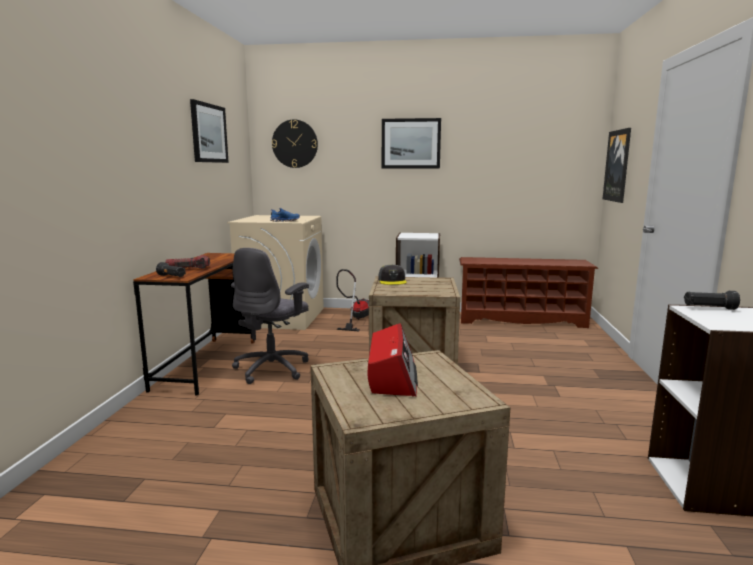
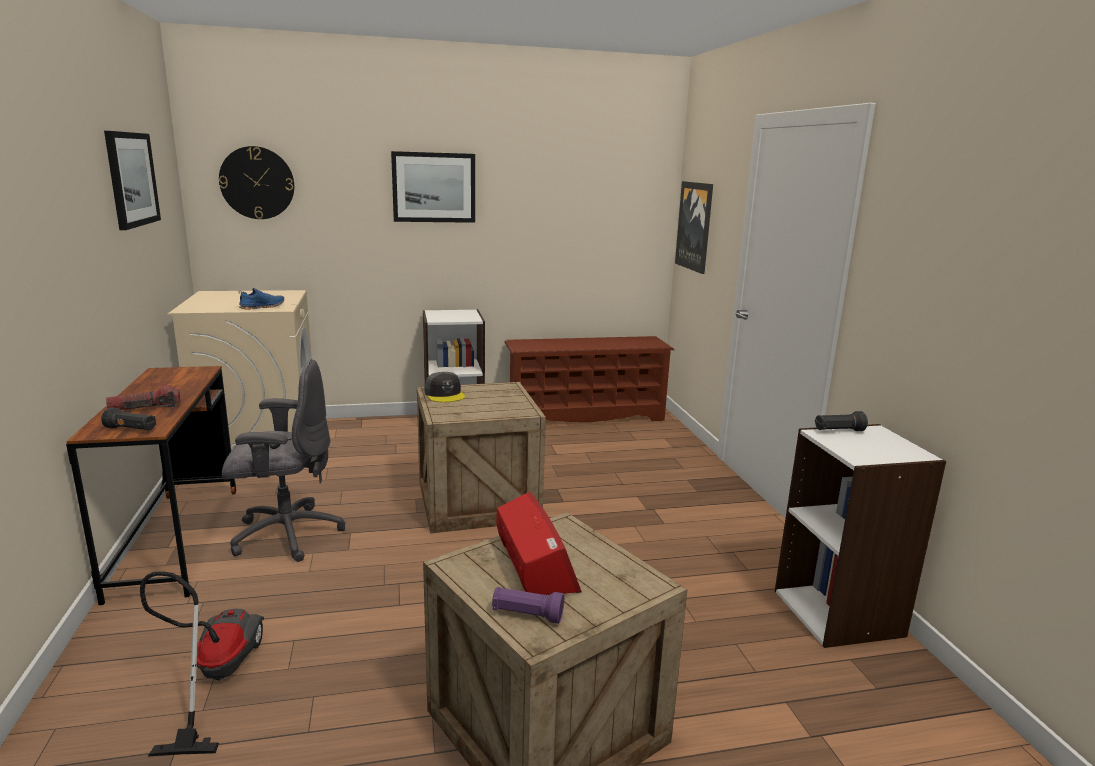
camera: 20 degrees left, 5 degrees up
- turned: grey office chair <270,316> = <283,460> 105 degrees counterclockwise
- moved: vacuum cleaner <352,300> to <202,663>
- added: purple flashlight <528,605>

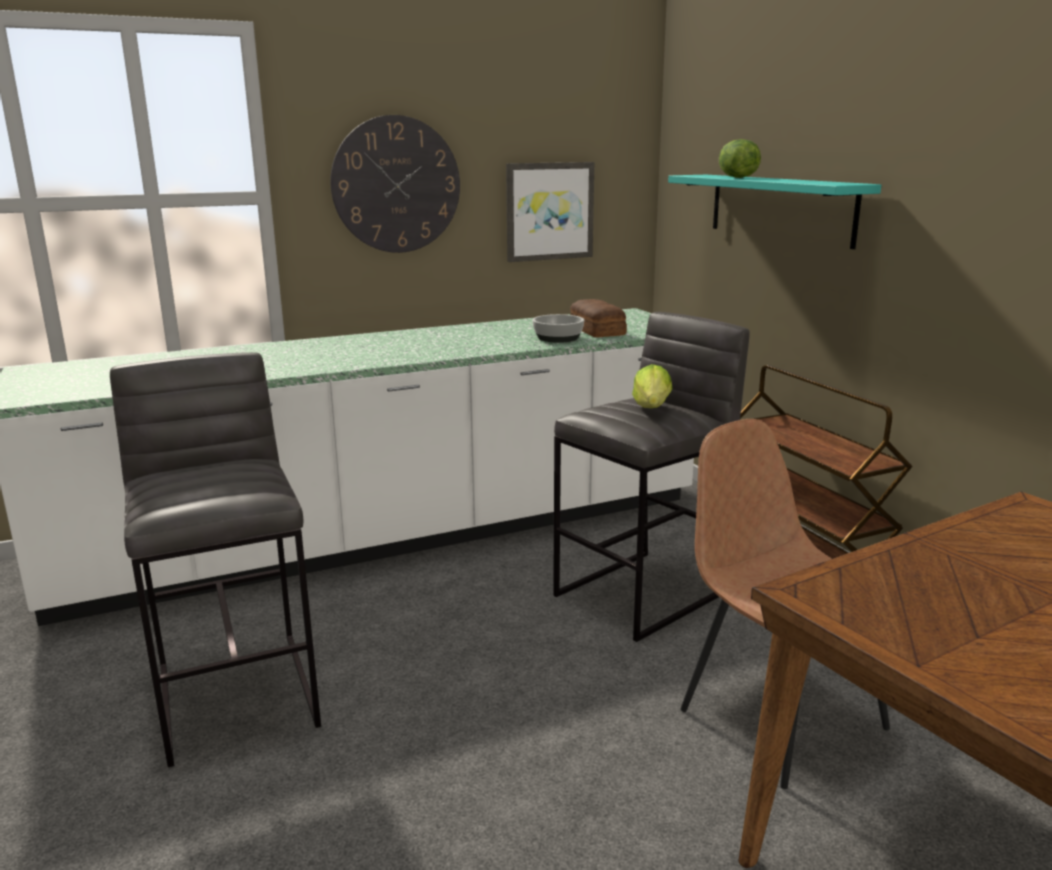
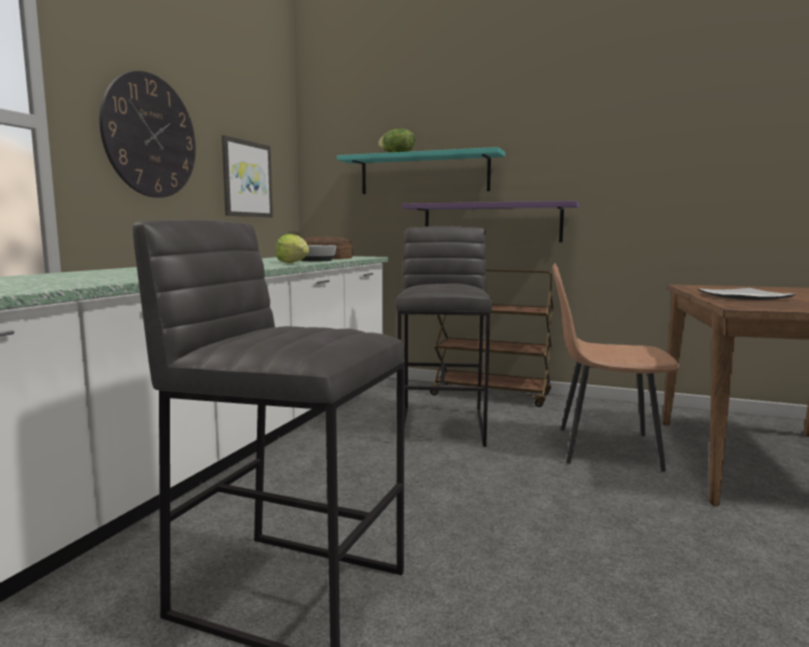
camera: 45 degrees left, 10 degrees down
- moved: lettuce <652,386> to <292,248>
- added: purple shelf <491,221>
- added: plate <747,294>

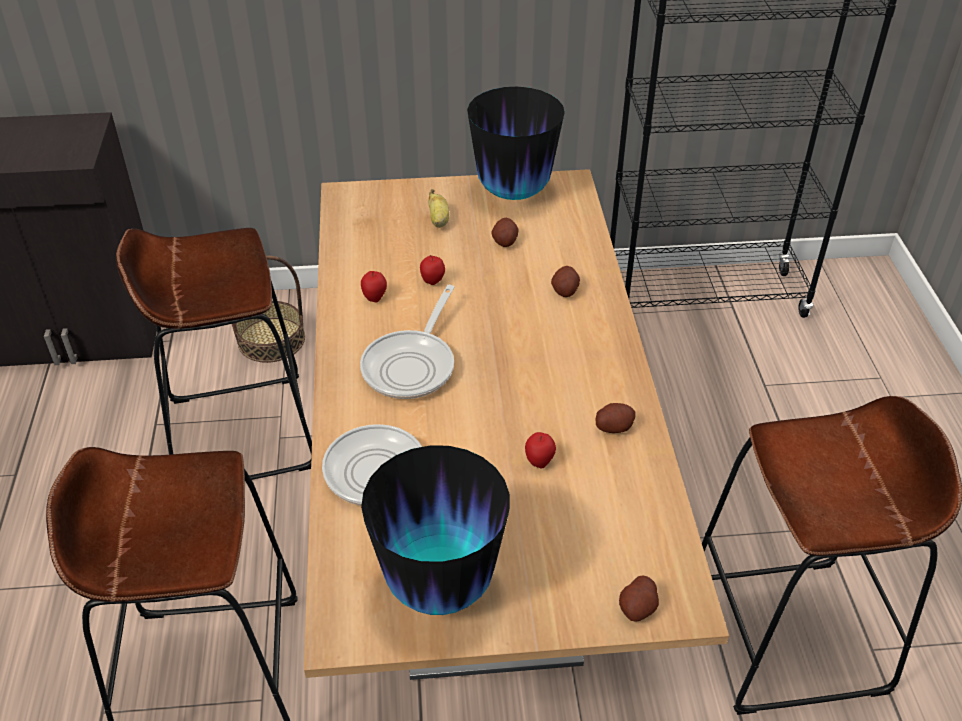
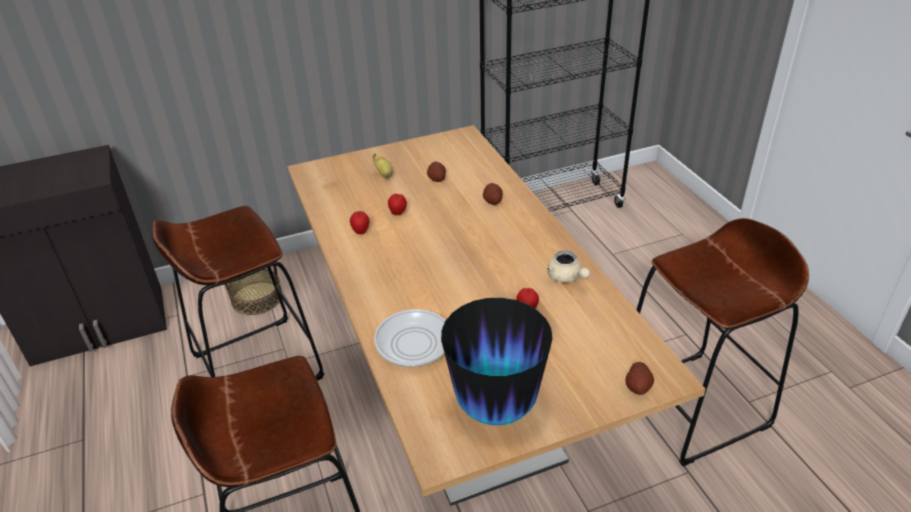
camera: 15 degrees left, 5 degrees down
- removed: vase <516,143>
- removed: frying pan <407,342>
- replaced: potato <615,418> to beige teapot <568,266>

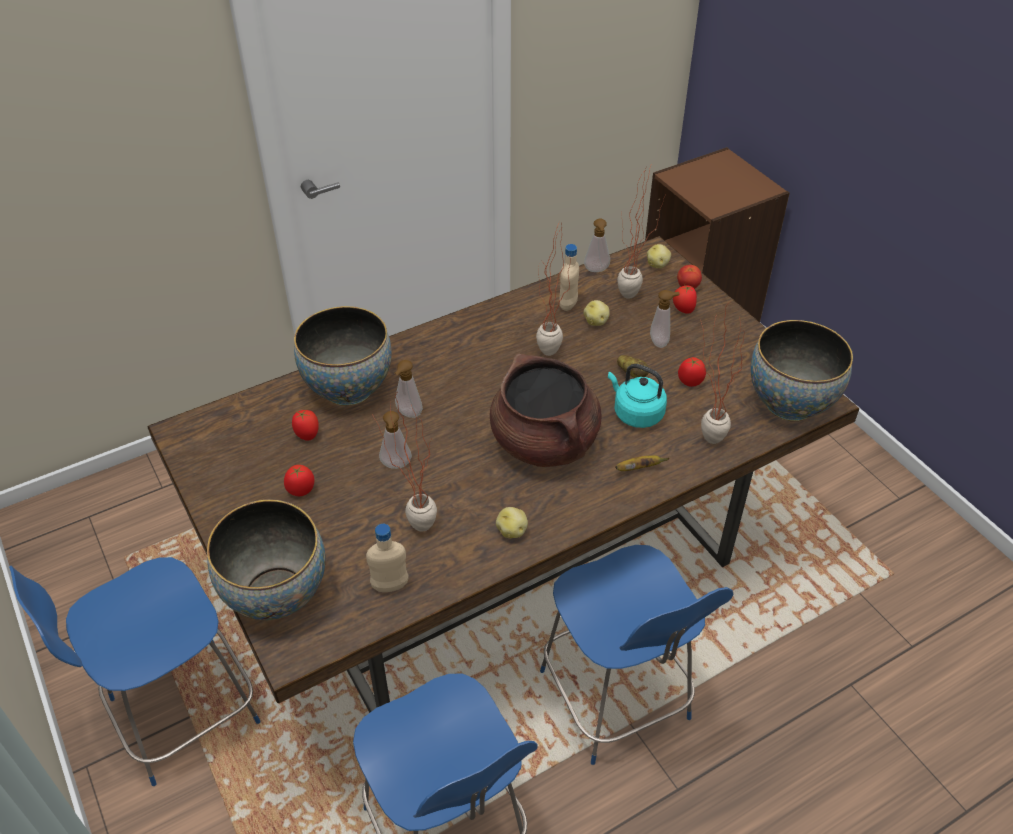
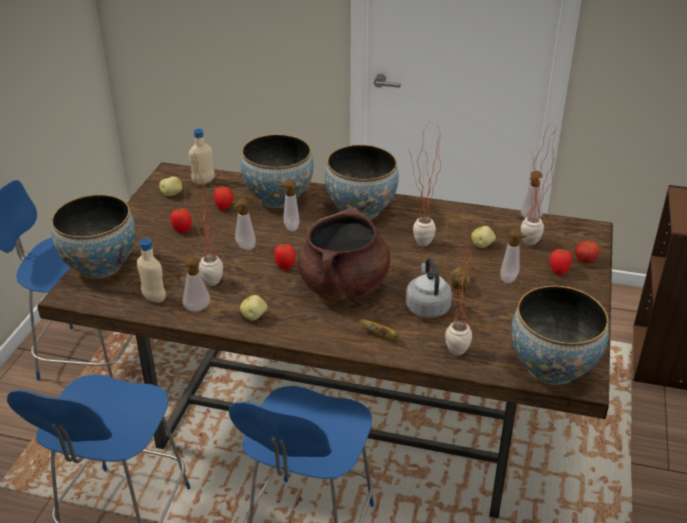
camera: 45 degrees right, 10 degrees down
- moved: beige bottle <569,277> to <202,157>
- moved: potato <659,256> to <170,186>
- moved: tomato <692,372> to <285,257>
- recoloured: turquoise kettle <637,396> to grey kettle <429,288>
- added: bowl <362,182>
- added: soap dispenser <196,282>

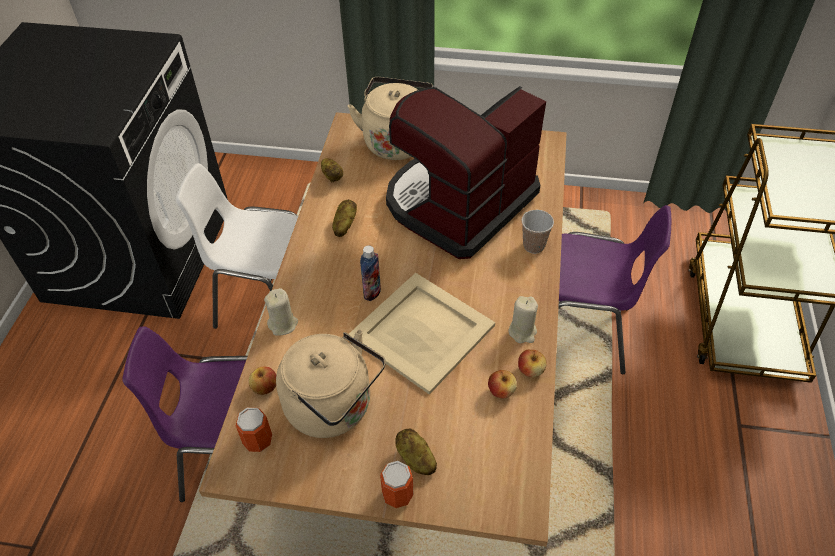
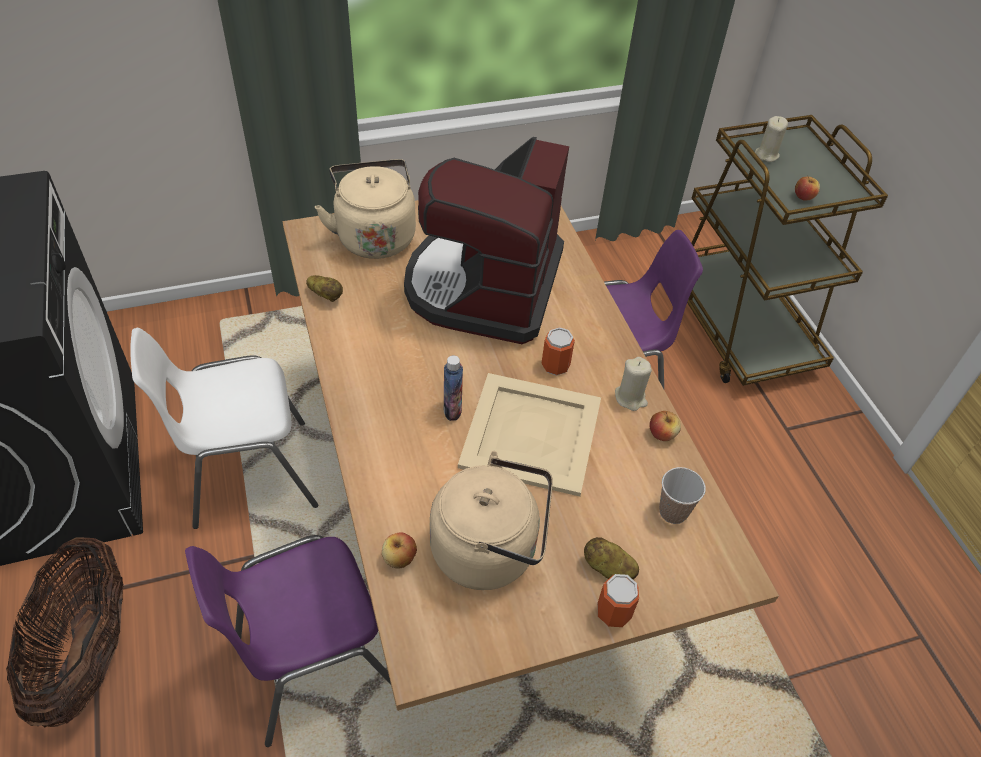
camera: 30 degrees left, 0 degrees up
- removed: potato <344,218>
- moved: cup <538,232> to <682,495>
- moved: beige candle <281,312> to <771,139>
- moved: apple <502,384> to <807,188>
- moved: can <254,429> to <558,351>
- added: basket <65,632>

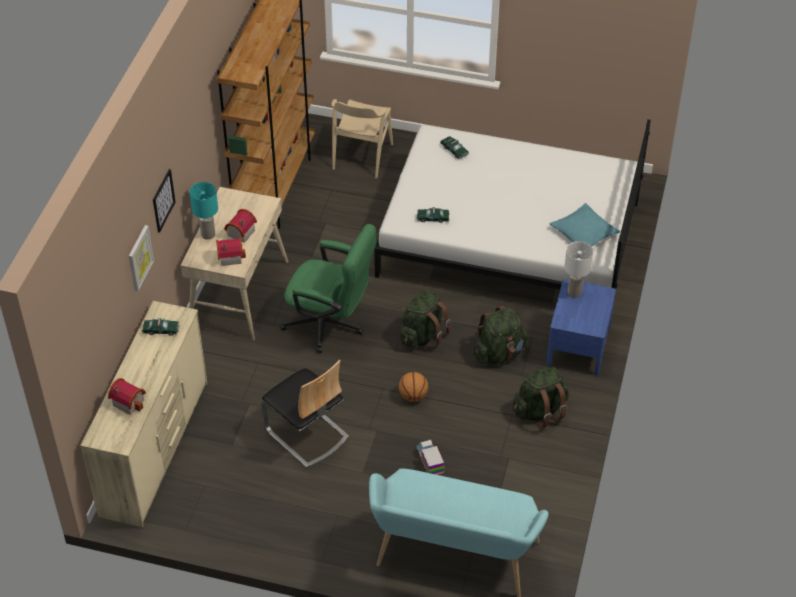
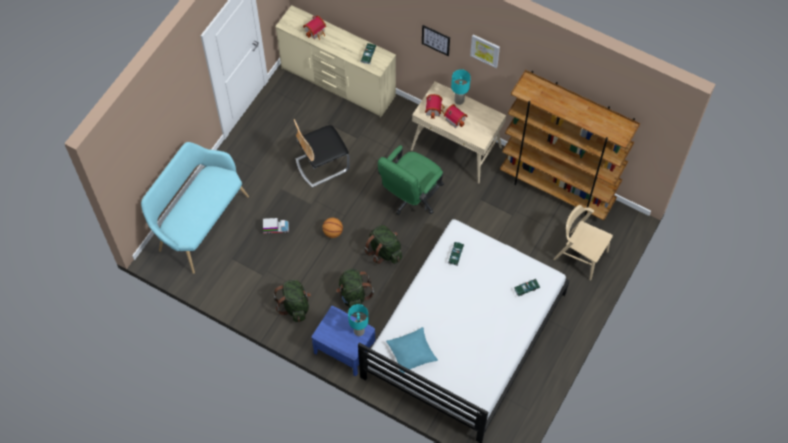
camera: 105 degrees right, 15 degrees up
- moved: picture <141,258> to <485,51>
- recoloured: white table lamp <578,269> to turquoise table lamp <358,320>

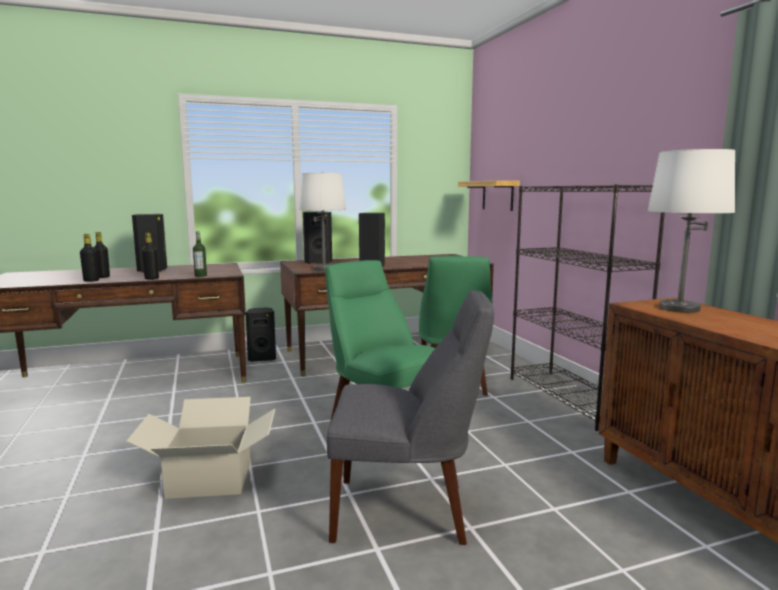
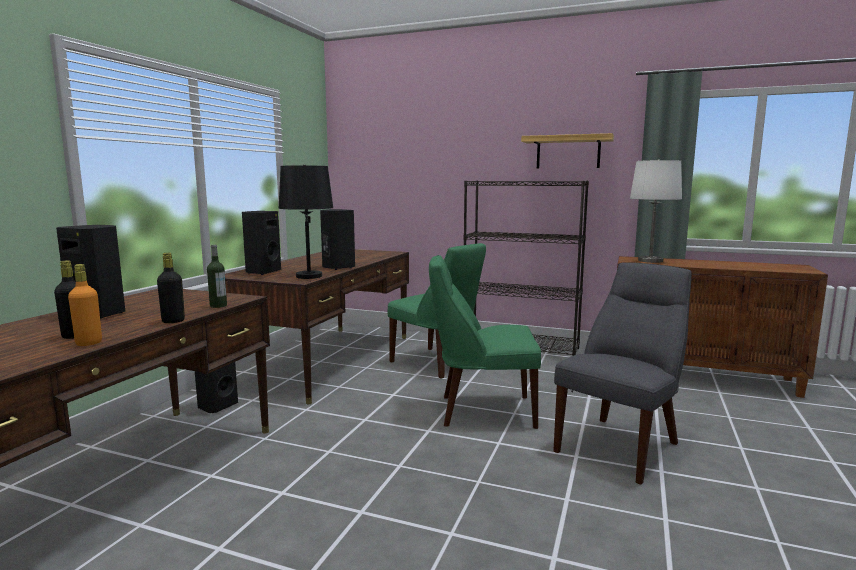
camera: 50 degrees left, 0 degrees up
- recoloured: white table lamp <322,221> to black table lamp <305,221>
- moved: shelf <489,195> to <567,150>
- recoloured: black bottle <89,258> to orange bottle <85,305>
- removed: cardboard box <200,448>

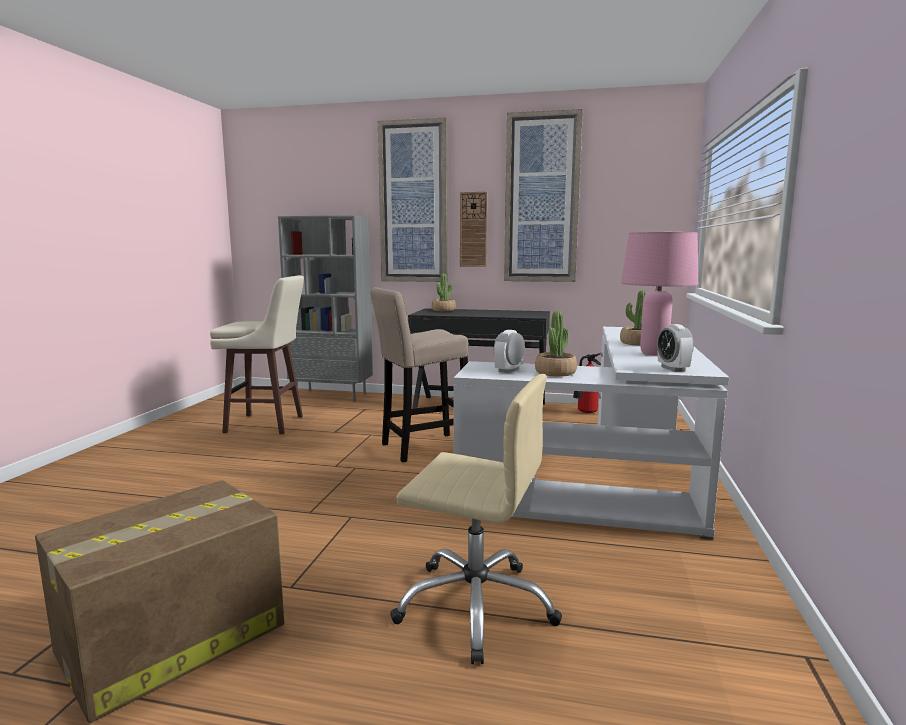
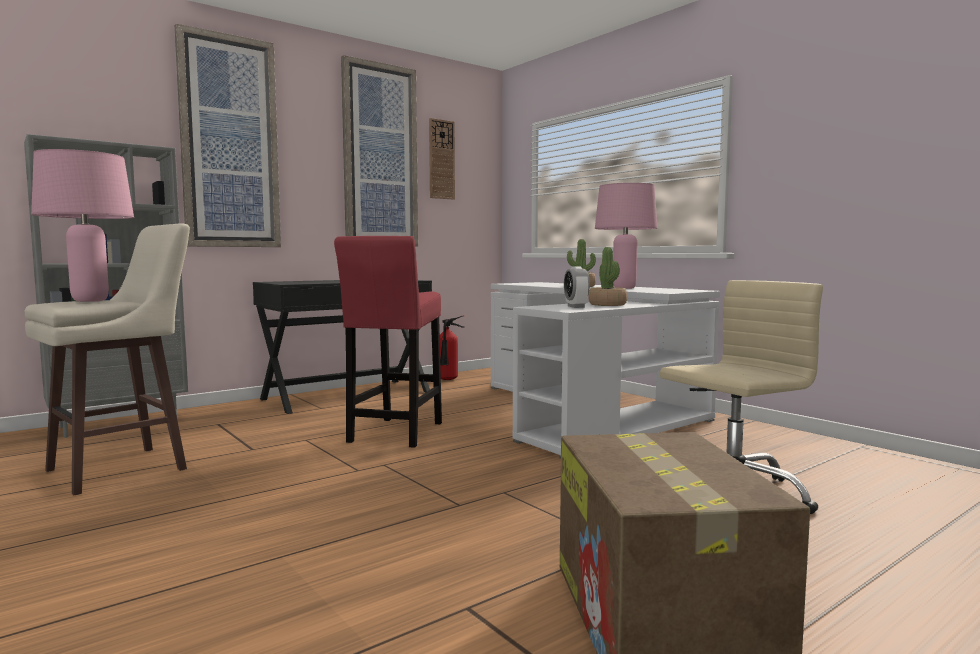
camera: 50 degrees left, 5 degrees down
- moved: wall clock <474,229> to <442,159>
- removed: potted plant <443,292>
- recoloured: beige stool <419,375> to red stool <388,342>
- removed: alarm clock <675,348>
- added: pink table lamp <82,225>

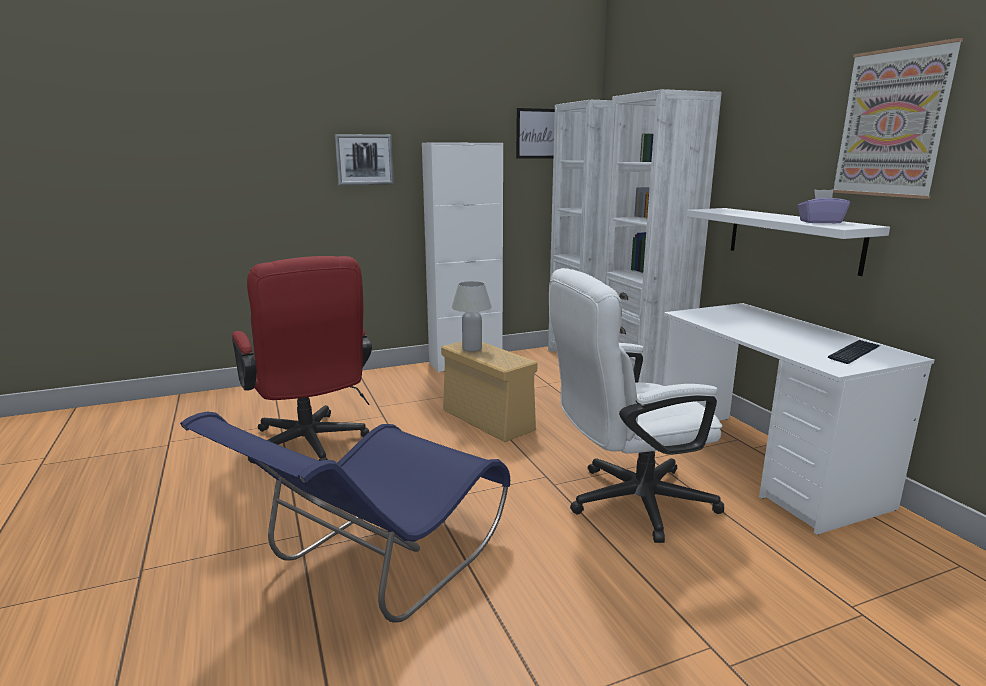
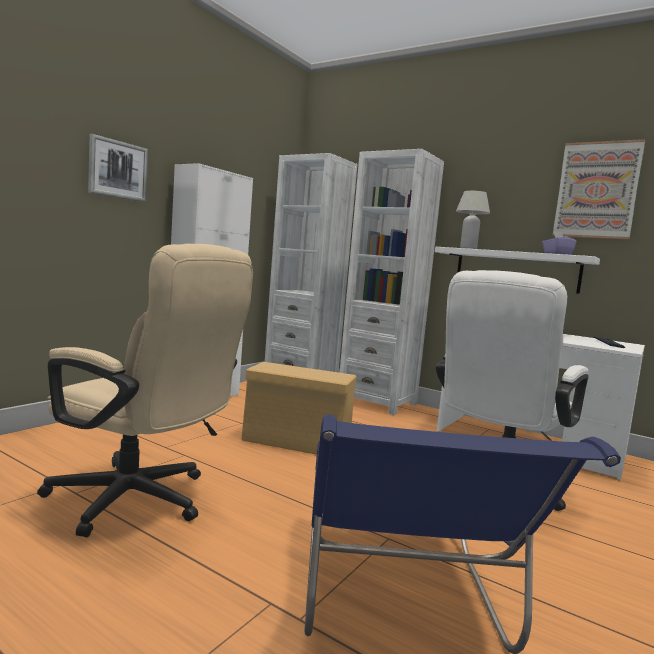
camera: 35 degrees left, 10 degrees down
- removed: picture <535,133>
- recoloured: red office chair <302,360> to beige office chair <145,390>
- moved: white table lamp <472,316> to <473,220>

